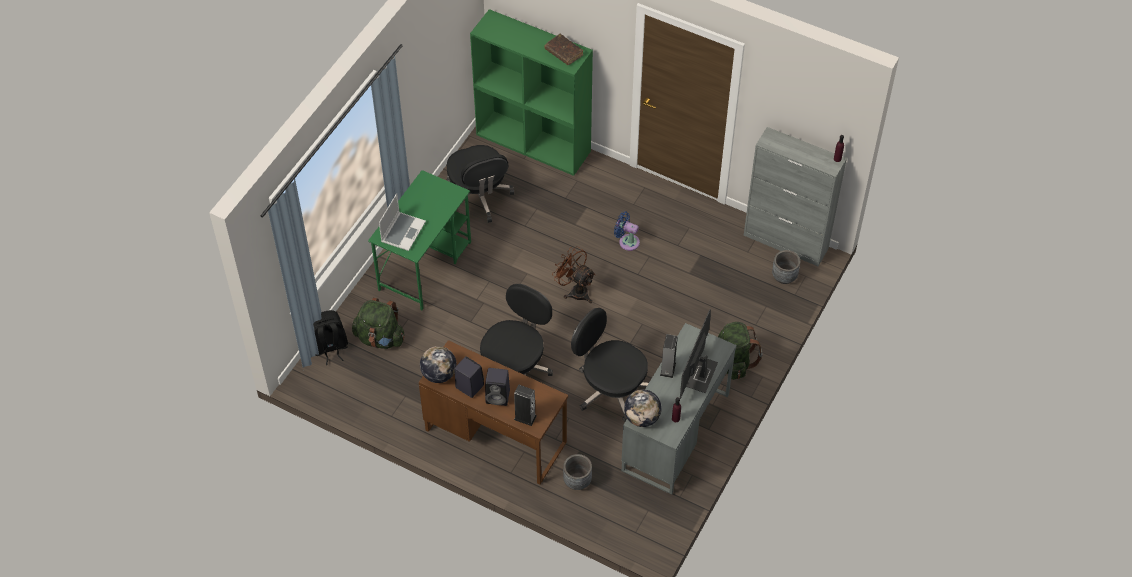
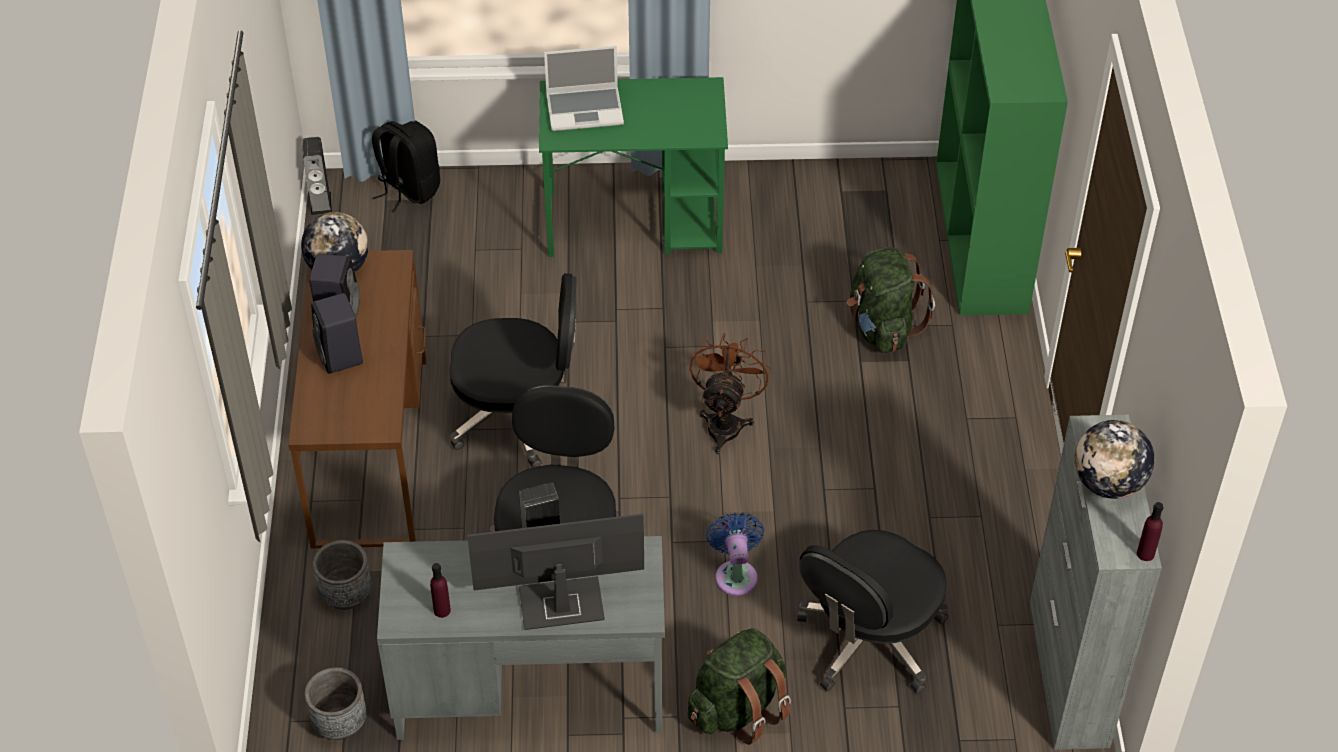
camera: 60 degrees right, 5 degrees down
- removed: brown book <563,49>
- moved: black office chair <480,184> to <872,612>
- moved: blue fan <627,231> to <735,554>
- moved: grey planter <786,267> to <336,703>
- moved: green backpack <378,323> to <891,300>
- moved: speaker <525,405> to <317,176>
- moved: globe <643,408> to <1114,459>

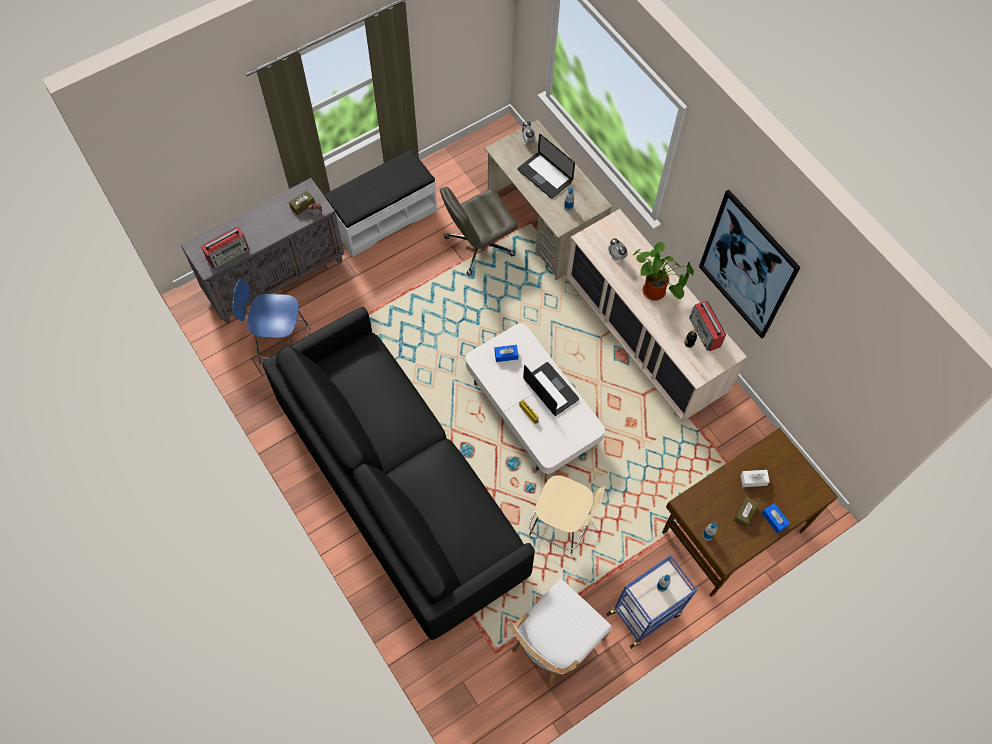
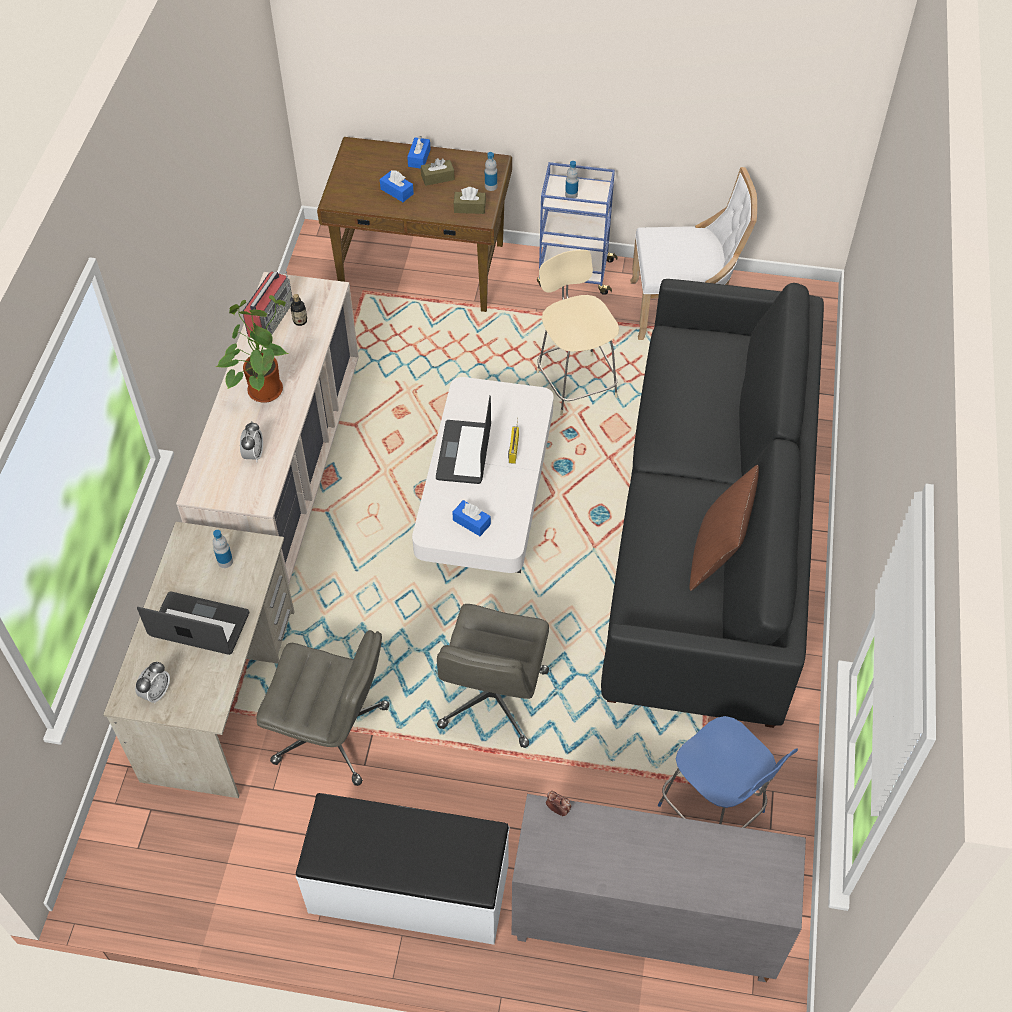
camera: 135 degrees left, 10 degrees down
- turned: laptop <546,166> = <193,623> 75 degrees counterclockwise
- removed: picture <750,264>
- moved: brown tissue box <302,203> to <469,200>
- removed: radio <225,248>
- recoloured: white tissue box <755,478> to blue tissue box <397,186>
- added: brown pillow <724,528>
- added: grey office chair <493,676>

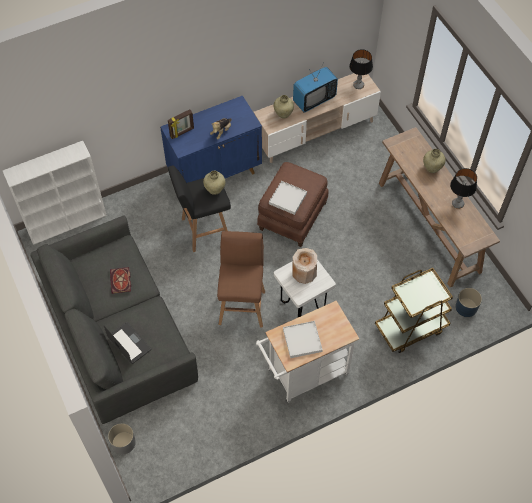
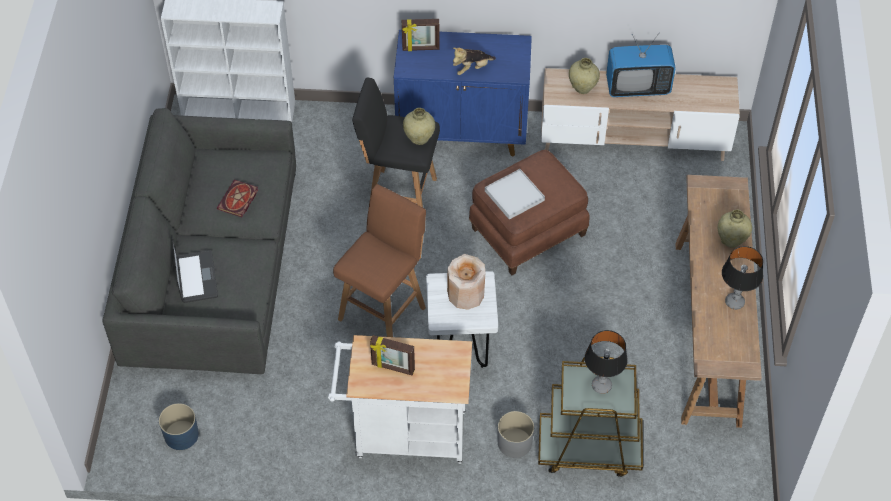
camera: 30 degrees right, 5 degrees down
- moved: table lamp <361,69> to <606,362>
- moved: blue planter <468,302> to <179,426>
- replaced: white tray <303,339> to picture frame <392,355>
- moved: grey planter <122,438> to <516,434>

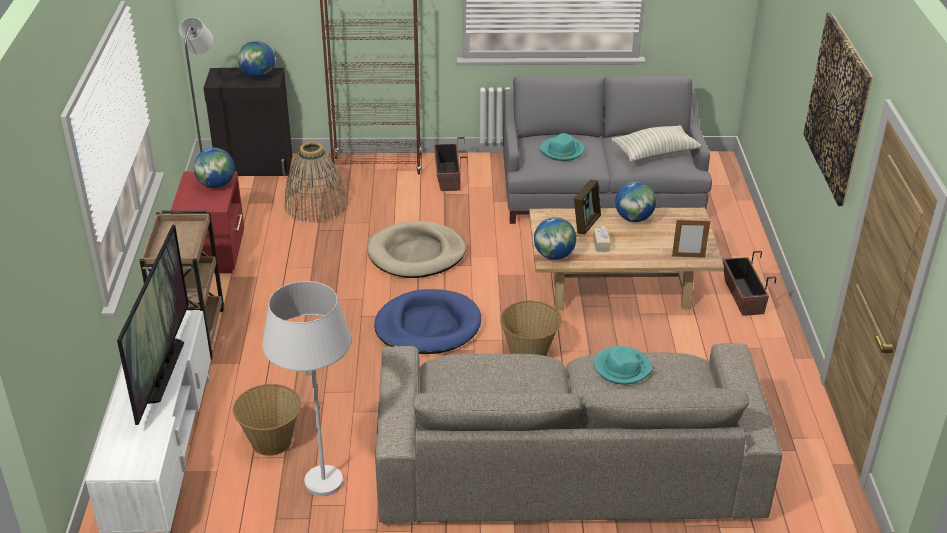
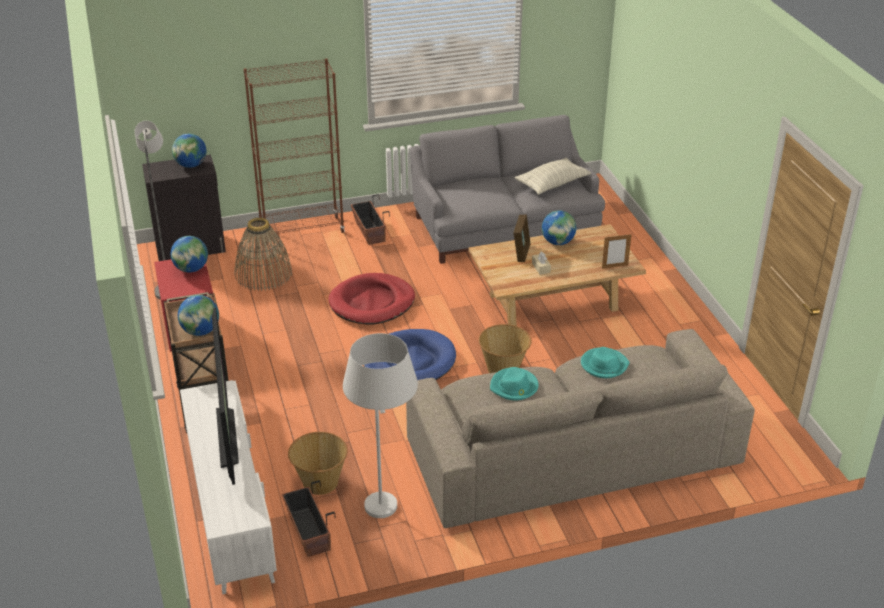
camera: 15 degrees left, 0 degrees up
- removed: picture <838,109>
- moved: turquoise hat <561,147> to <514,383>
- moved: globe <555,238> to <198,315>
- recoloured: beige dog bed <416,249> to red dog bed <372,298>
- moved: planter <749,283> to <308,518>

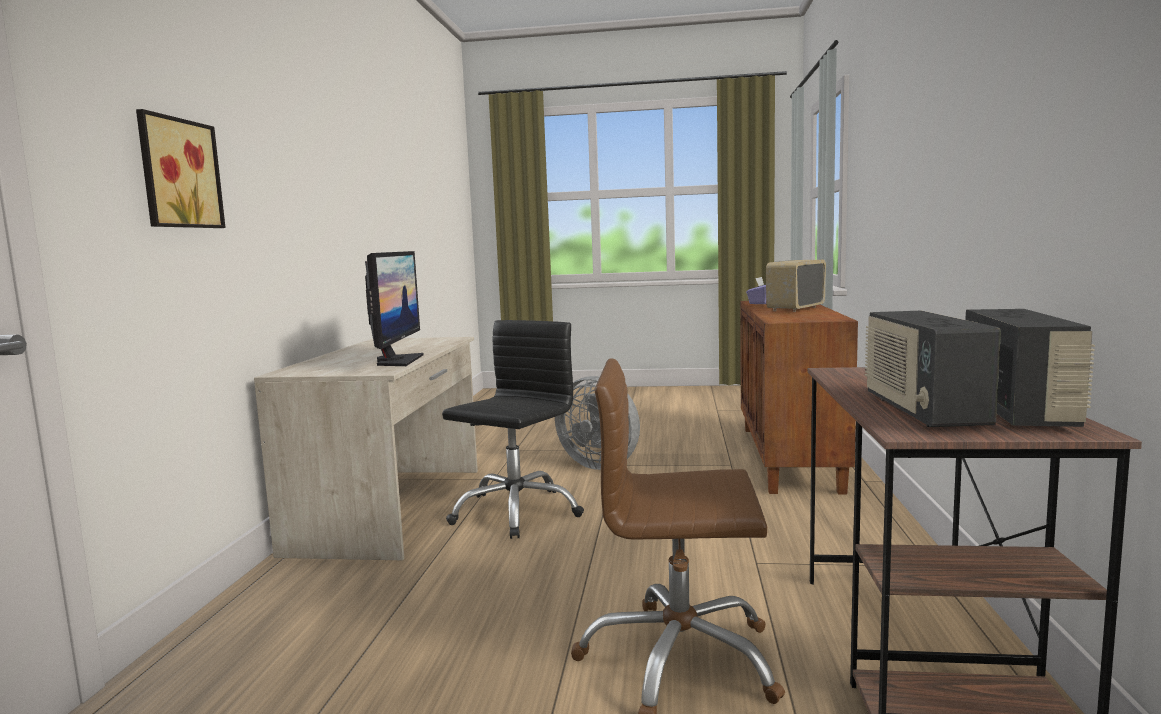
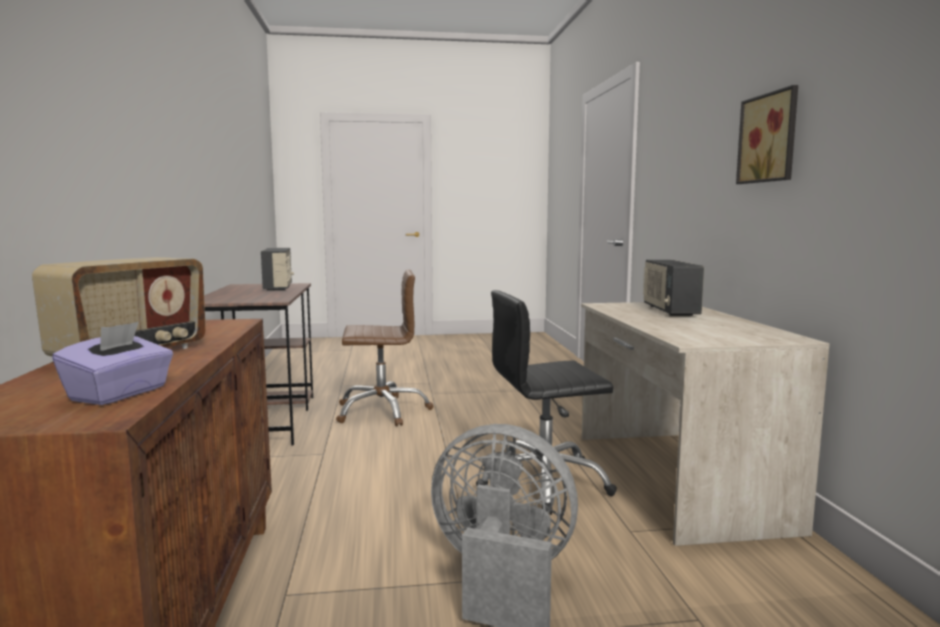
camera: 165 degrees right, 0 degrees up
- moved: picture <181,168> to <767,134>
- removed: monitor <394,308>
- moved: radio <1030,368> to <673,288>
- turned: black office chair <513,429> = <546,402> 60 degrees clockwise

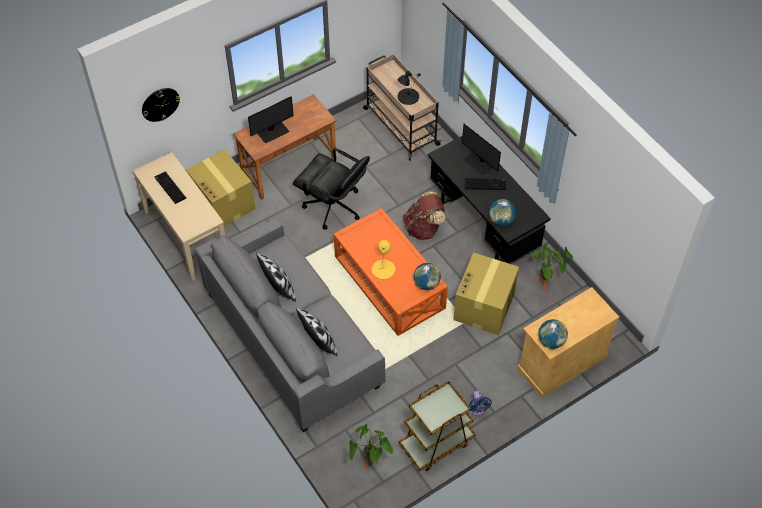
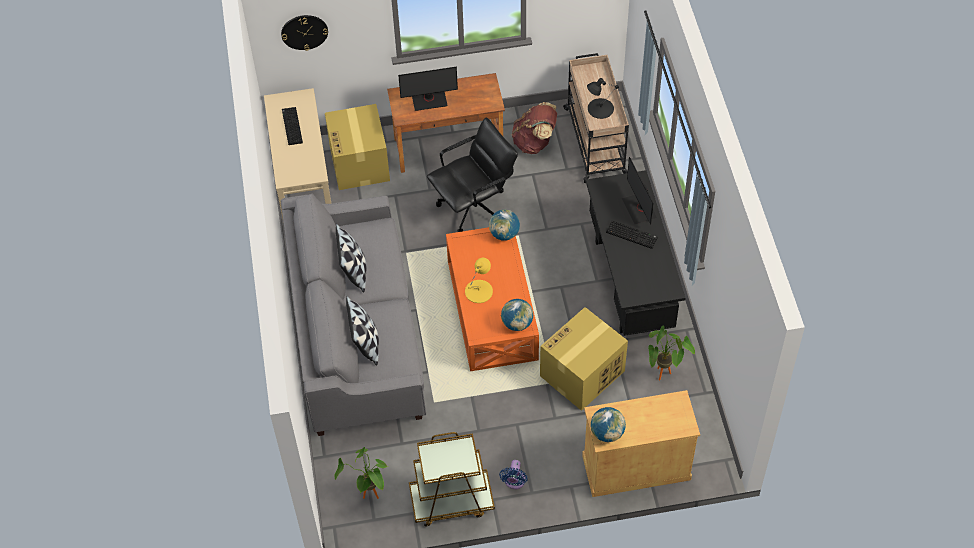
camera: 25 degrees right, 0 degrees up
- turned: black office chair <331,189> = <472,174> 90 degrees counterclockwise
- moved: brown backpack <424,216> to <534,128>
- moved: globe <502,212> to <504,225>

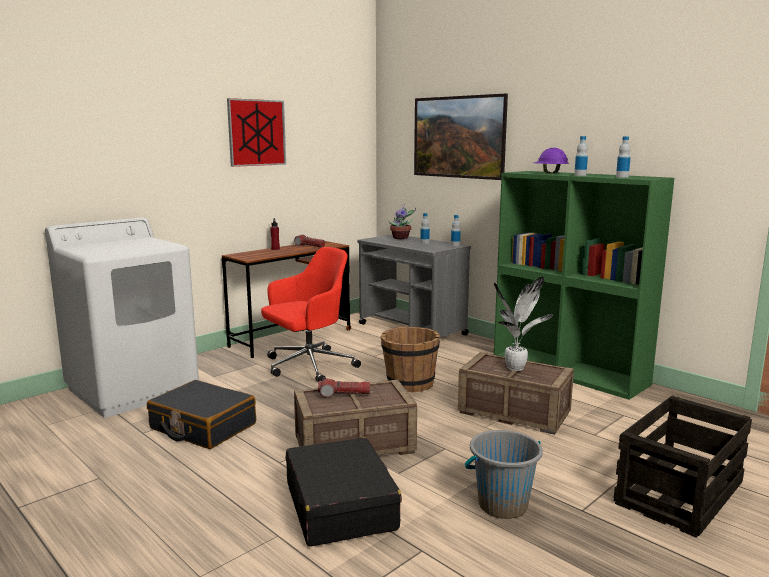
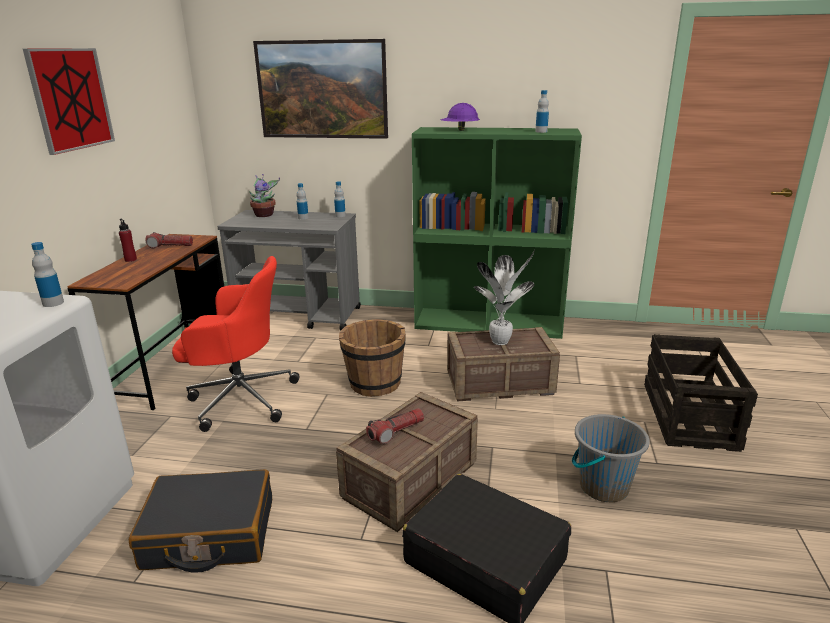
camera: 35 degrees left, 10 degrees up
- moved: bottle <581,156> to <47,274>
- turned: red office chair <311,314> = <236,344> 75 degrees clockwise

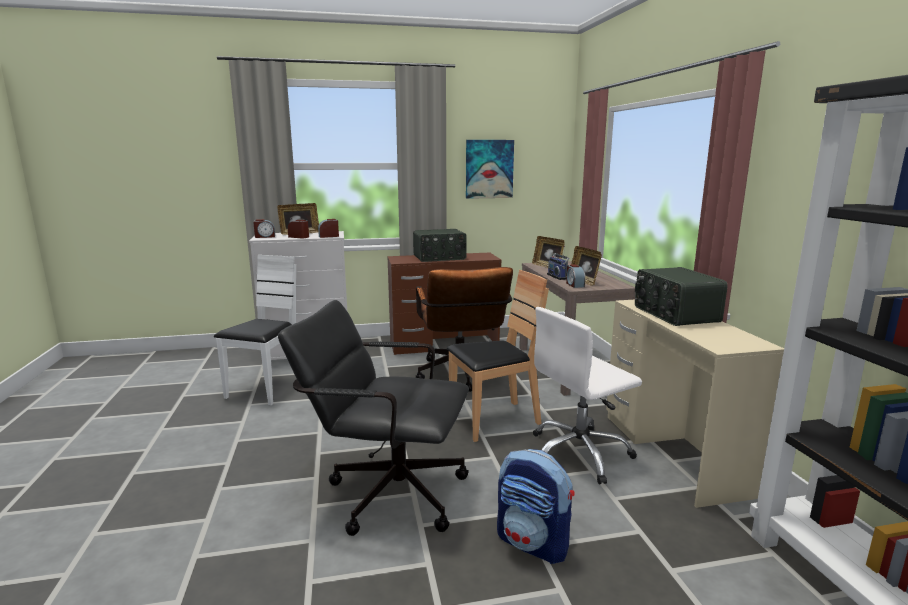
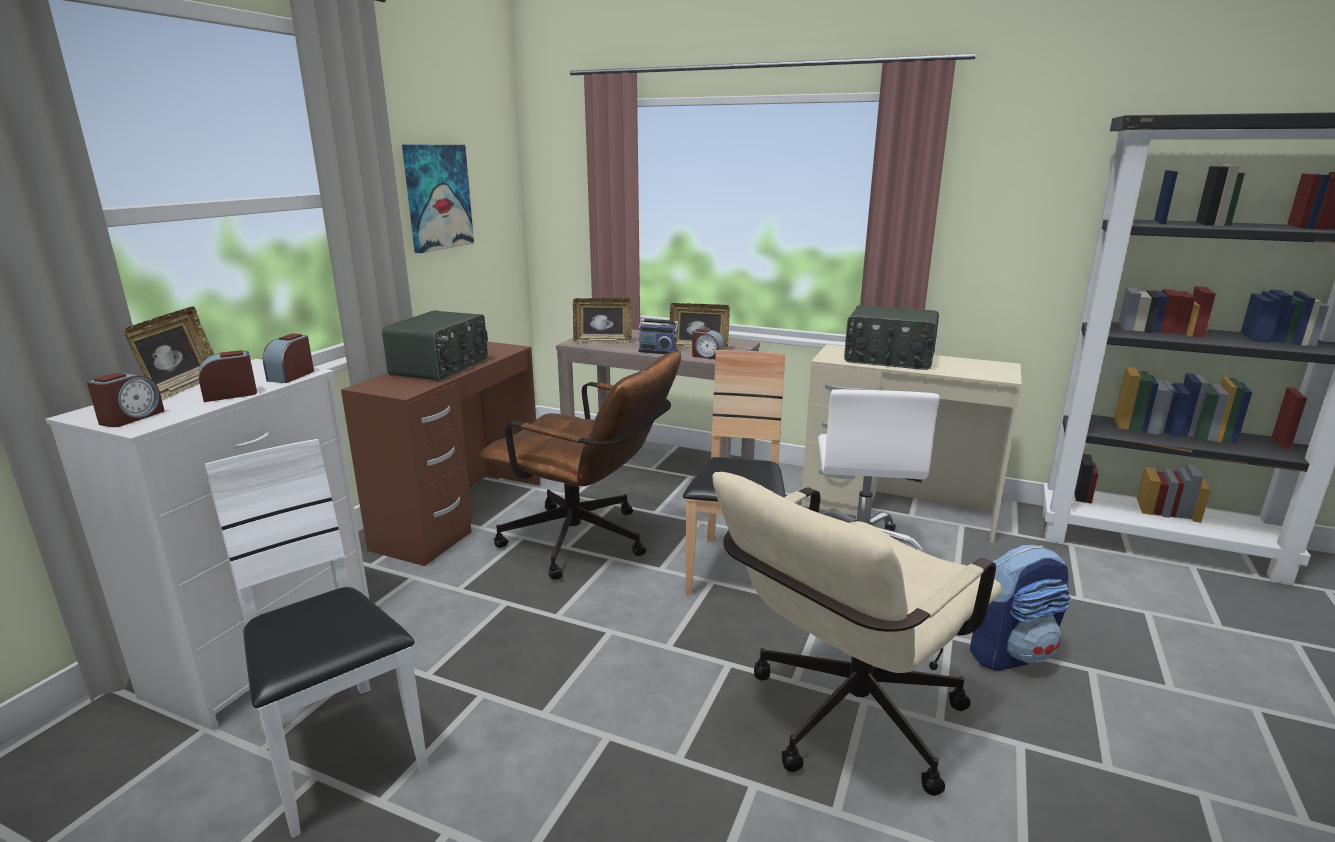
camera: 55 degrees left, 5 degrees up
- recoloured: black office chair <373,418> to beige office chair <857,634>

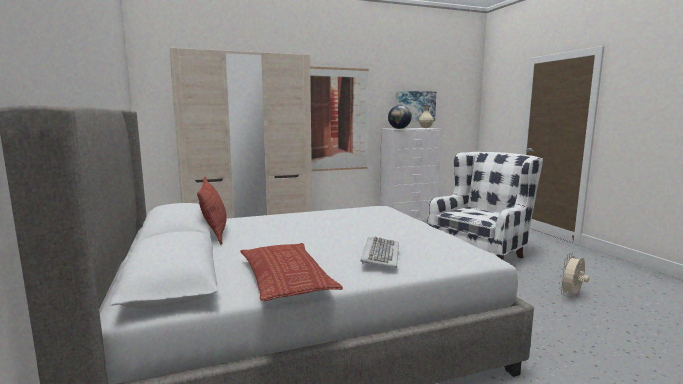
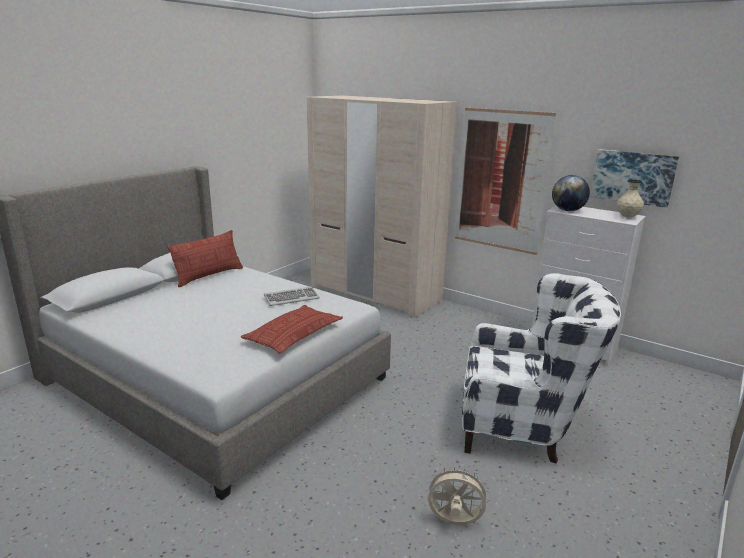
camera: 55 degrees right, 10 degrees up
- moved: keyboard <379,252> to <291,296>
- moved: pillow <291,272> to <291,329>

